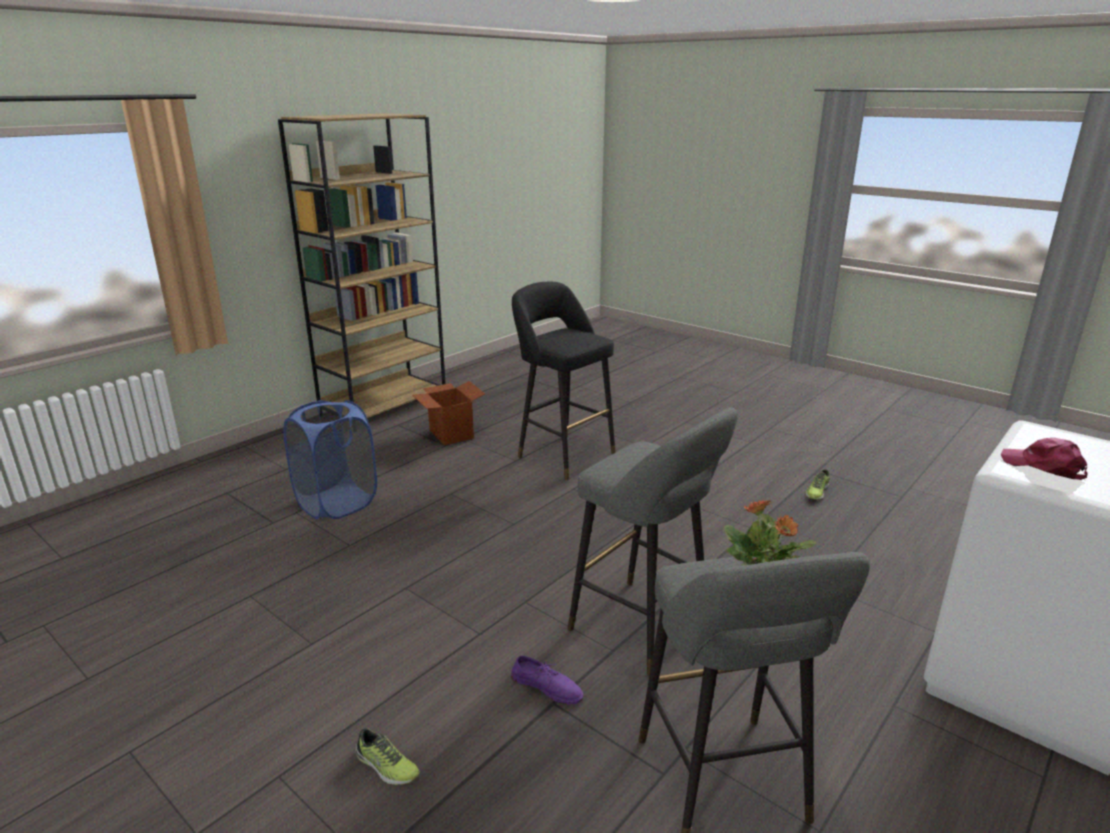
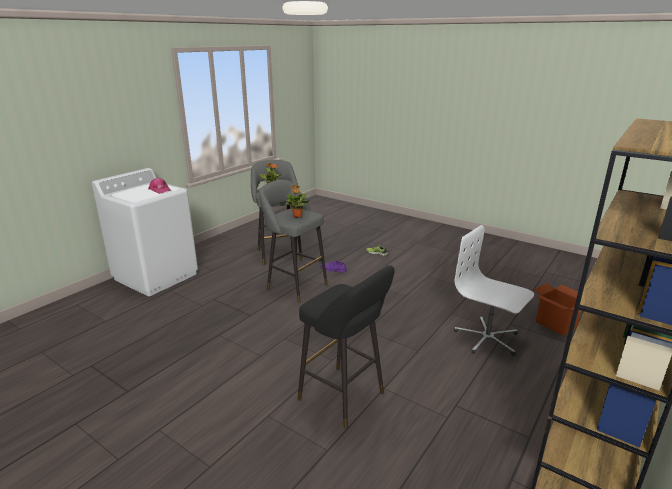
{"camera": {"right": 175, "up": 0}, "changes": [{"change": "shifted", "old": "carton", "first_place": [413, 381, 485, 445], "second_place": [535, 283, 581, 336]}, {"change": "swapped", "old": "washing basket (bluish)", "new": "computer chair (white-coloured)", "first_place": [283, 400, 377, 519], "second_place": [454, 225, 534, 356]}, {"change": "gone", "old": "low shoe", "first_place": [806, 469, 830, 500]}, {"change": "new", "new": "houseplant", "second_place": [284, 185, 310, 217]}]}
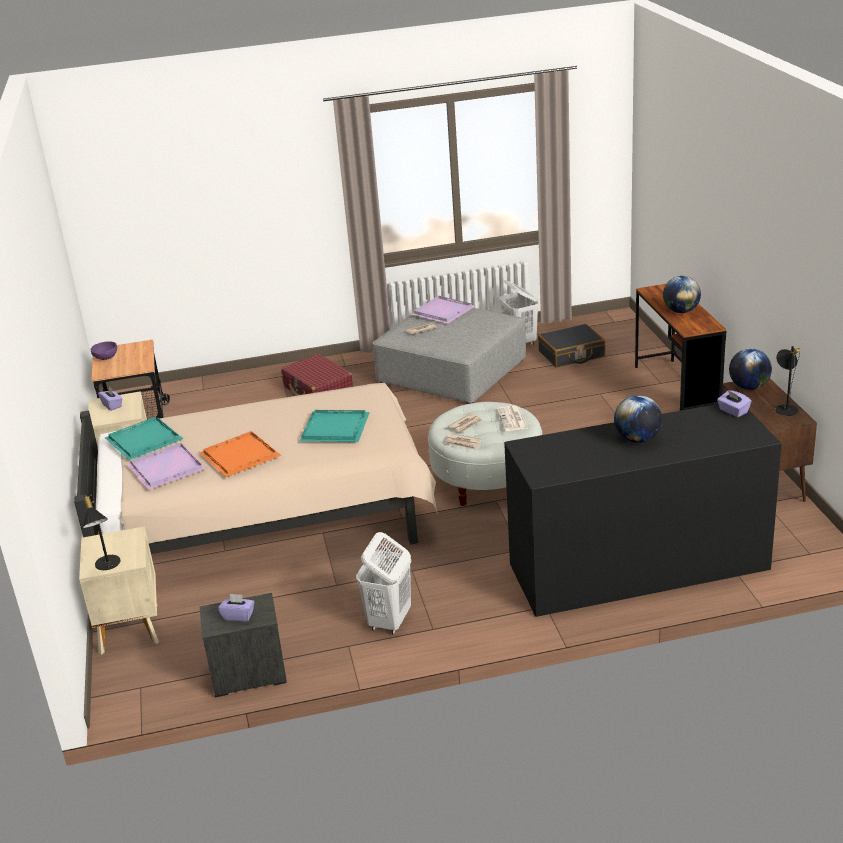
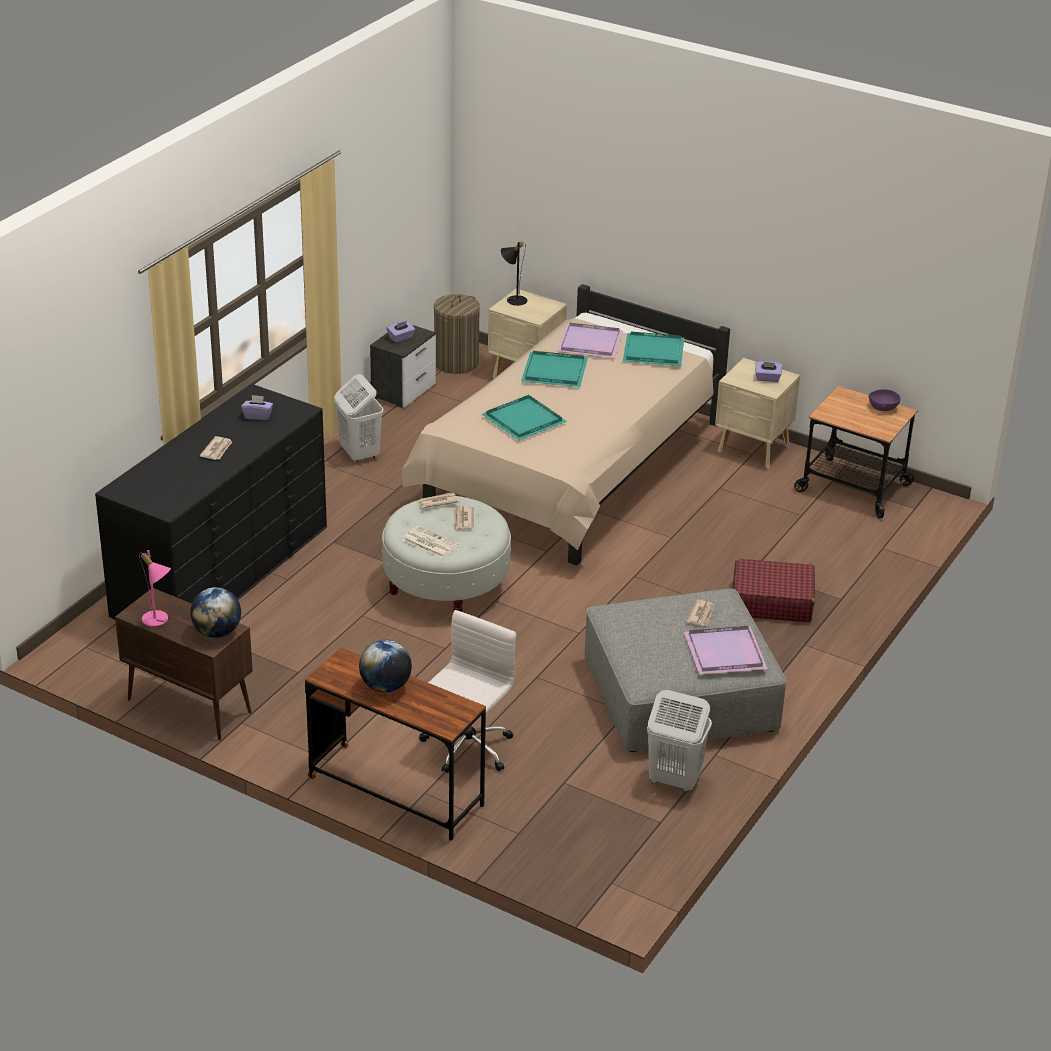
{"camera": {"right": 130, "up": 5}, "changes": [{"change": "gone", "old": "suitcase (blackish)", "first_place": [538, 324, 605, 367]}, {"change": "repainted", "old": "table lamp (blackish)", "new": "table lamp (pinkish)", "first_place": [775, 346, 800, 416], "second_place": [139, 550, 171, 627]}, {"change": "shifted", "old": "box of tissues (purple)", "first_place": [717, 390, 751, 417], "second_place": [241, 395, 273, 420]}, {"change": "swapped", "old": "desk globe", "new": "printed paper", "first_place": [614, 395, 662, 443], "second_place": [200, 436, 232, 460]}, {"change": "repainted", "old": "serving tray (orange)", "new": "serving tray (turquoise-coloured)", "first_place": [199, 431, 282, 477], "second_place": [521, 351, 588, 387]}, {"change": "new", "new": "washing basket", "second_place": [434, 294, 480, 374]}, {"change": "new", "new": "computer chair (white-coloured)", "second_place": [419, 610, 516, 773]}]}
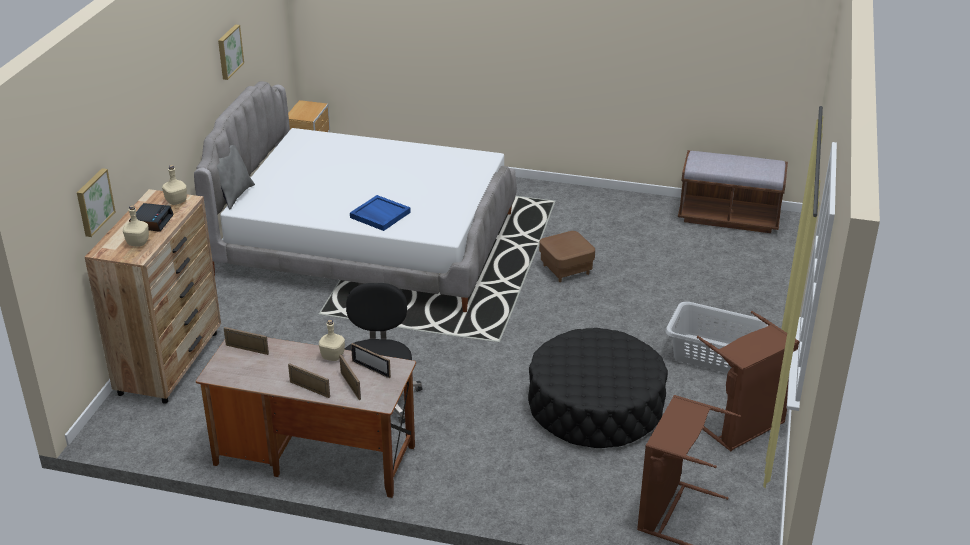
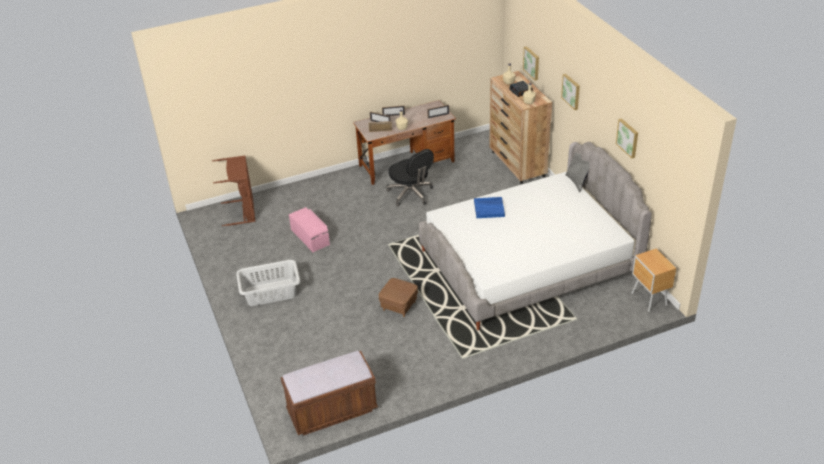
{"camera": {"right": 145, "up": 5}, "changes": [{"change": "gone", "old": "washing basket (brownish)", "first_place": [697, 311, 800, 451]}, {"change": "swapped", "old": "pouffe (blackish)", "new": "storage box (pinkish)", "first_place": [528, 328, 668, 448], "second_place": [289, 207, 330, 252]}, {"change": "new", "new": "wall art", "second_place": [561, 74, 580, 110]}]}
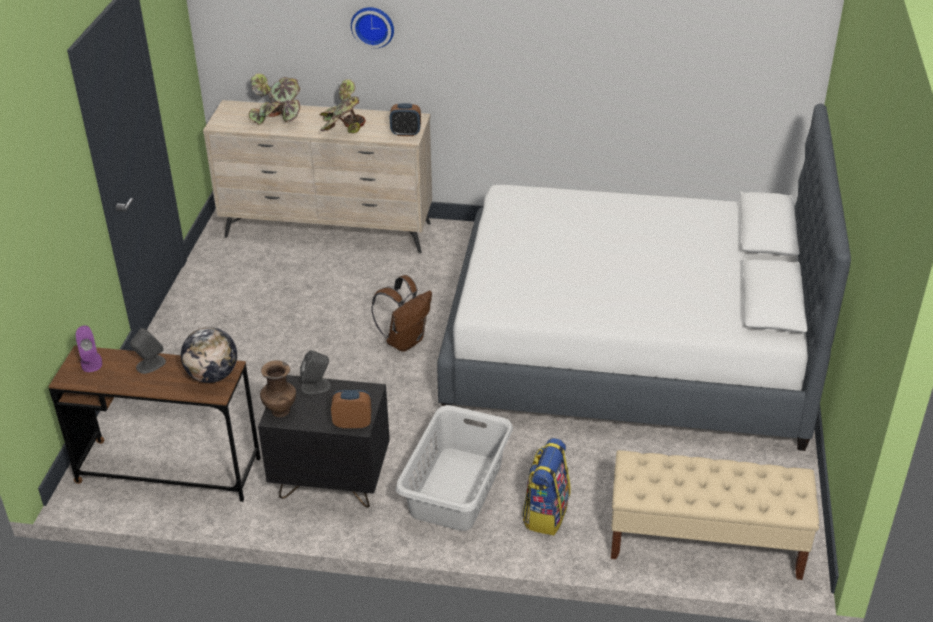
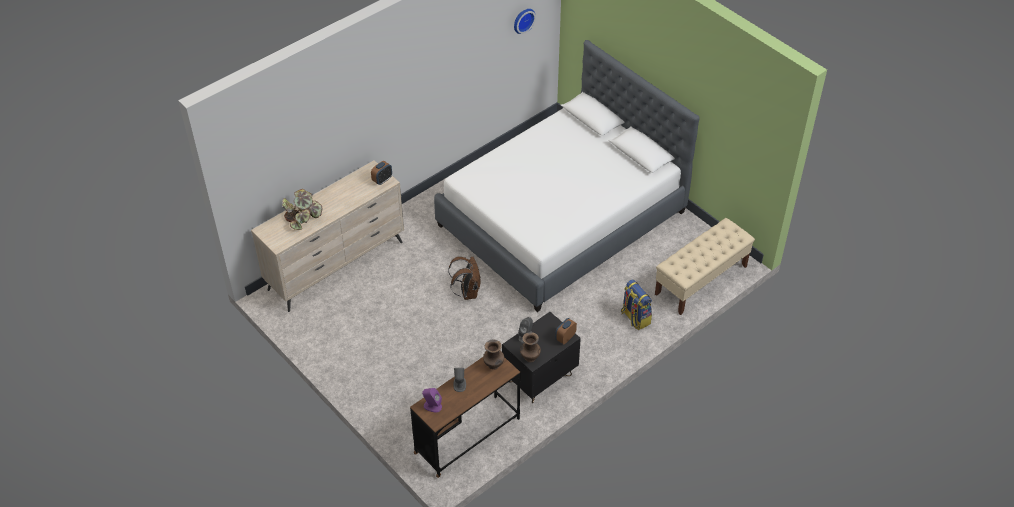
{"camera": {"right": -50, "up": 10}, "changes": [{"change": "shifted", "old": "hanging clock", "first_place": [351, 7, 394, 48], "second_place": [514, 9, 536, 34]}, {"change": "gone", "old": "houseplant", "first_place": [320, 79, 366, 133]}, {"change": "swapped", "old": "desk globe", "new": "flower vase (brownish)", "first_place": [181, 327, 237, 383], "second_place": [483, 339, 504, 370]}, {"change": "gone", "old": "washing basket (gray)", "first_place": [396, 405, 513, 531]}]}
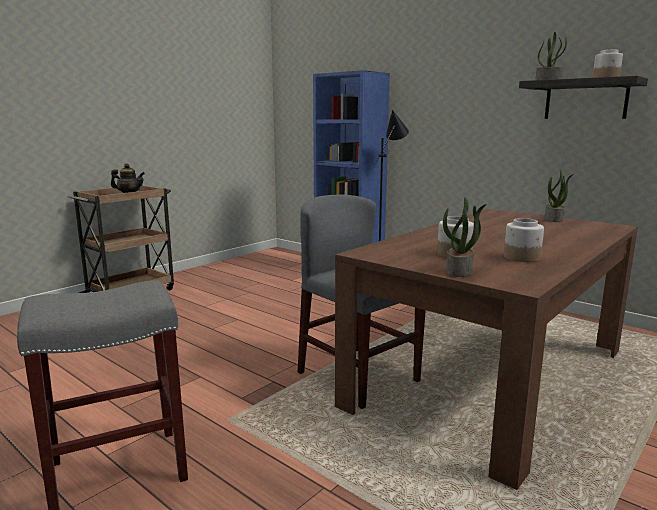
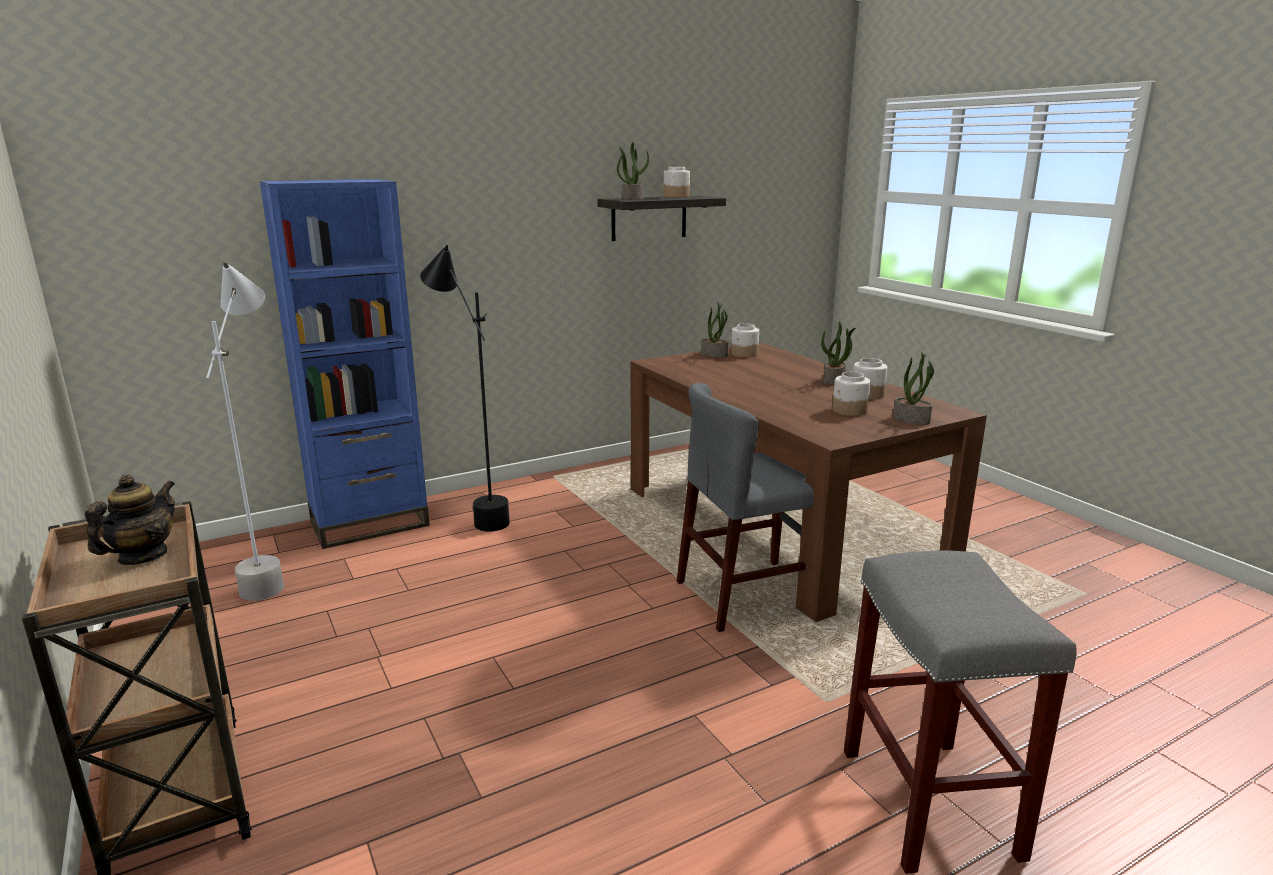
{"camera": {"right": -70, "up": 5}, "changes": [{"change": "new", "new": "standard lamp (gray)", "second_place": [206, 261, 284, 601]}, {"change": "new", "new": "houseplant", "second_place": [821, 322, 856, 384]}, {"change": "new", "new": "preserve jar", "second_place": [731, 323, 759, 357]}]}
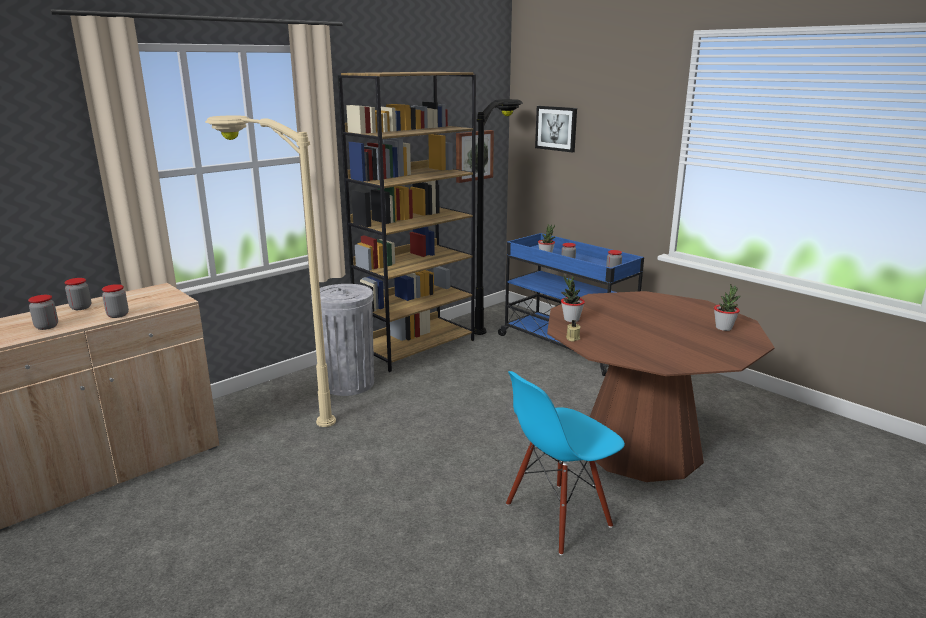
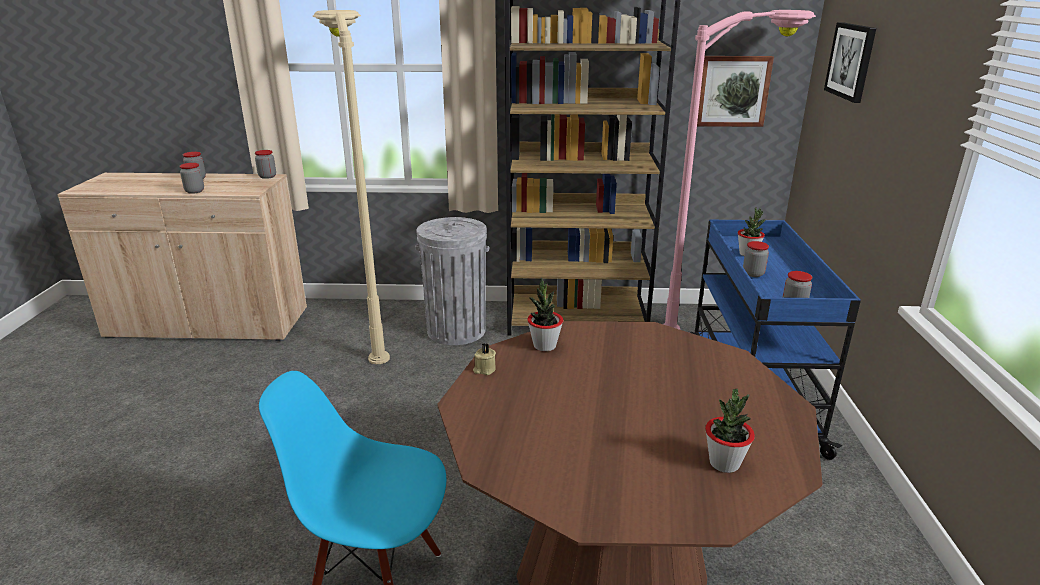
{"camera": {"right": 45, "up": 5}, "changes": [{"change": "repainted", "old": "standard lamp (blackish)", "new": "standard lamp (pinkish)", "first_place": [474, 99, 523, 335], "second_place": [663, 10, 816, 330]}, {"change": "shifted", "old": "preserve jar", "first_place": [28, 295, 58, 330], "second_place": [255, 150, 276, 179]}]}
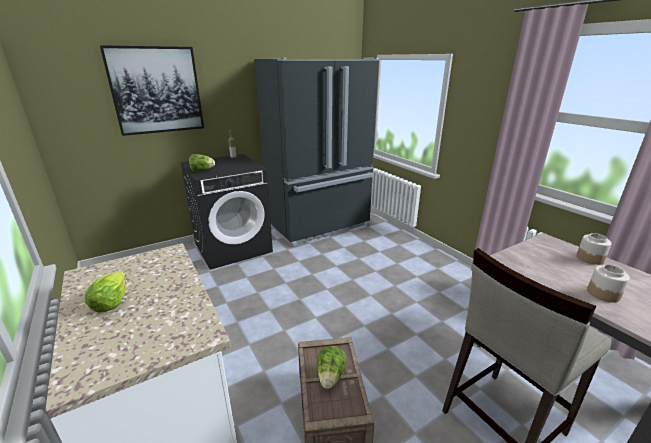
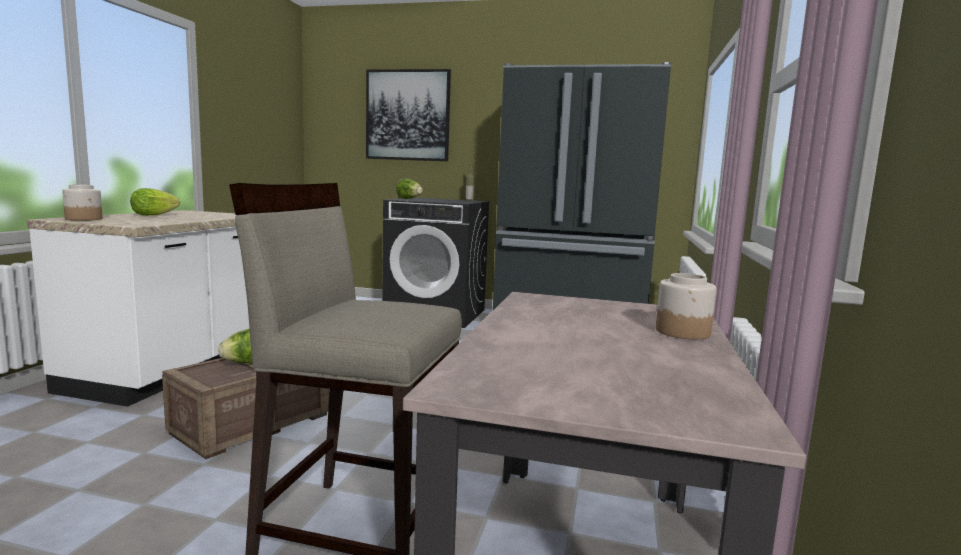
{"camera": {"right": 45, "up": -15}, "changes": [{"change": "shifted", "old": "preserve jar", "first_place": [587, 265, 630, 302], "second_place": [62, 184, 103, 220]}]}
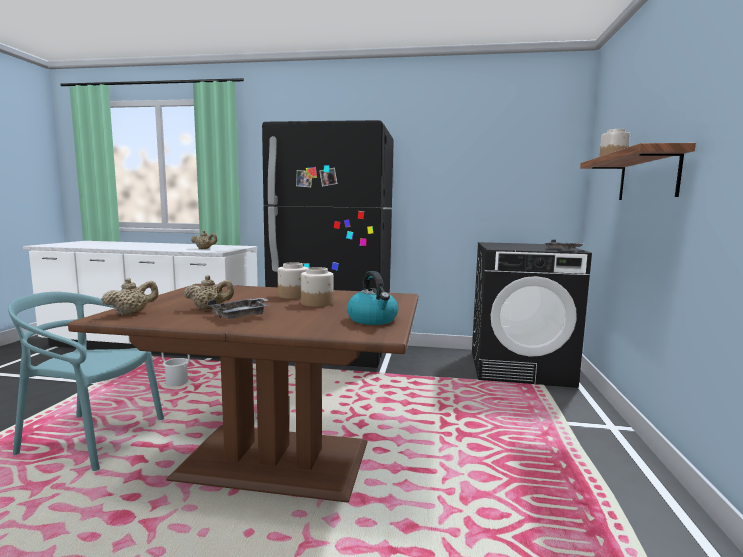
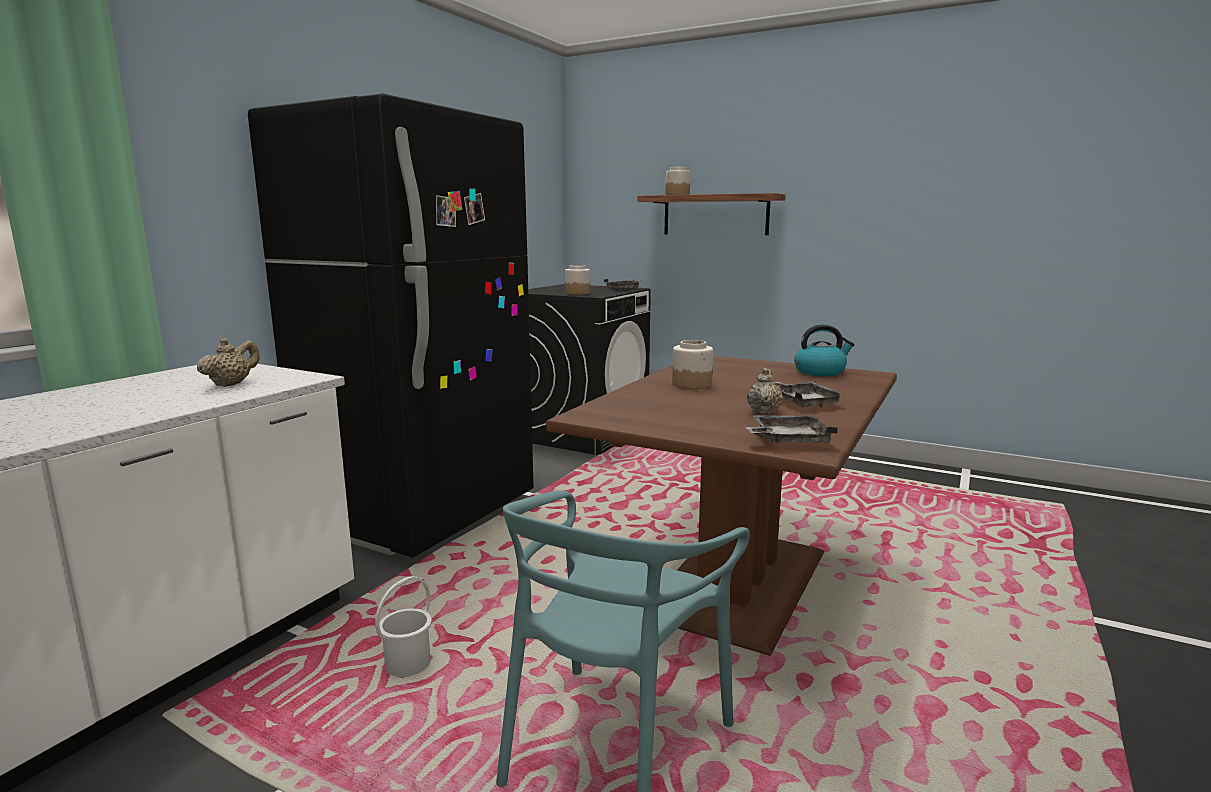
{"camera": {"right": -70, "up": 5}, "changes": [{"change": "shifted", "old": "preserve jar", "first_place": [301, 267, 334, 307], "second_place": [565, 265, 590, 295]}, {"change": "swapped", "old": "pot for tea (beige-coloured)", "new": "serving tray (gray)", "first_place": [101, 278, 158, 315], "second_place": [745, 415, 838, 443]}]}
